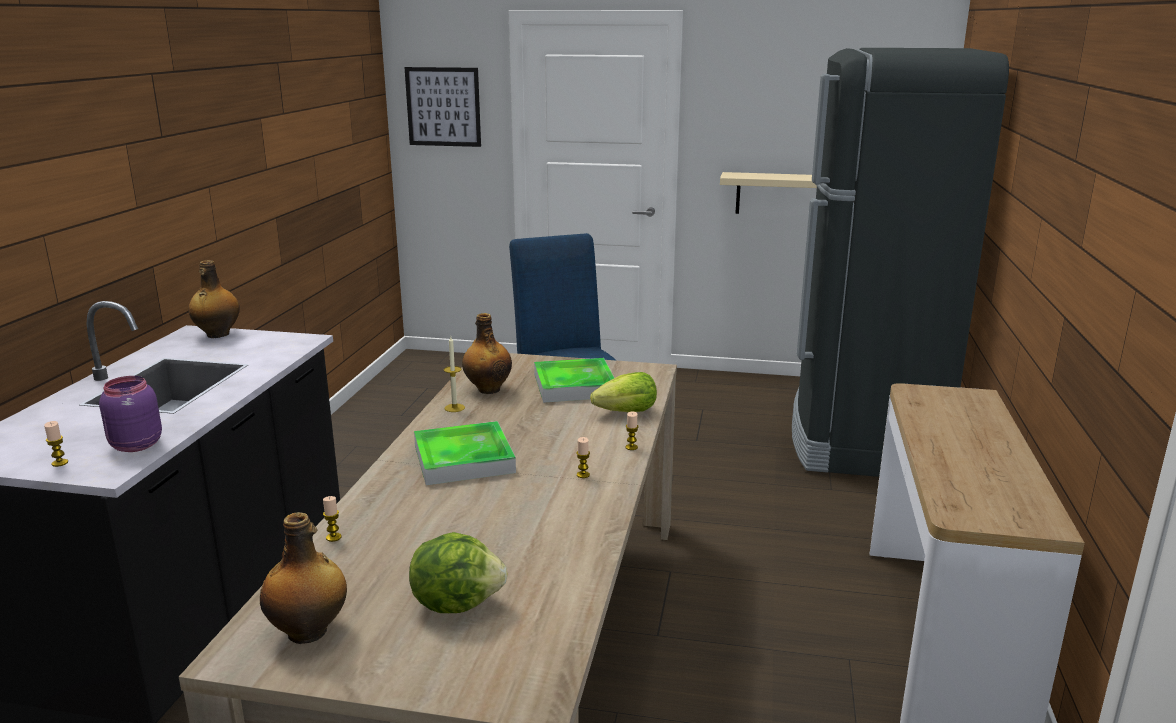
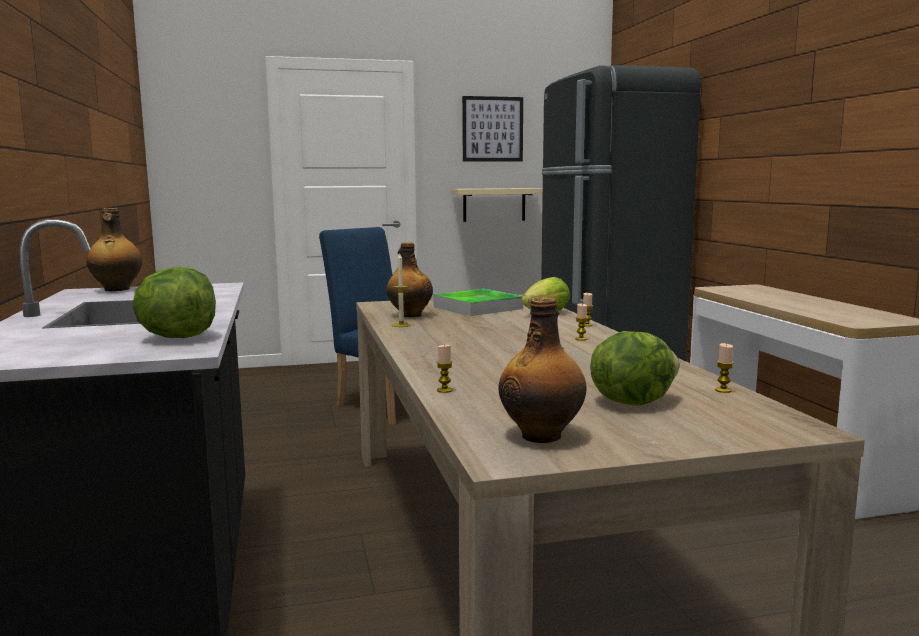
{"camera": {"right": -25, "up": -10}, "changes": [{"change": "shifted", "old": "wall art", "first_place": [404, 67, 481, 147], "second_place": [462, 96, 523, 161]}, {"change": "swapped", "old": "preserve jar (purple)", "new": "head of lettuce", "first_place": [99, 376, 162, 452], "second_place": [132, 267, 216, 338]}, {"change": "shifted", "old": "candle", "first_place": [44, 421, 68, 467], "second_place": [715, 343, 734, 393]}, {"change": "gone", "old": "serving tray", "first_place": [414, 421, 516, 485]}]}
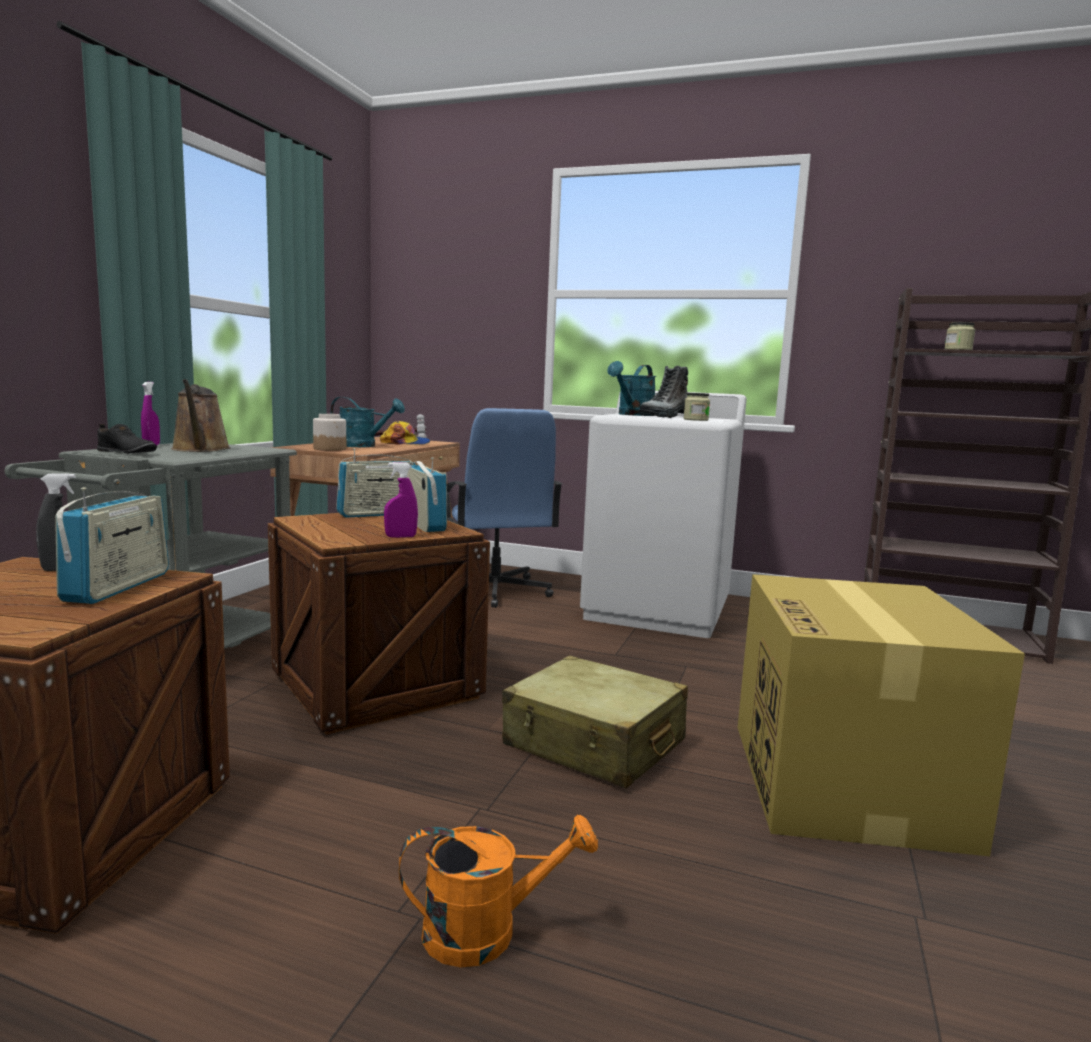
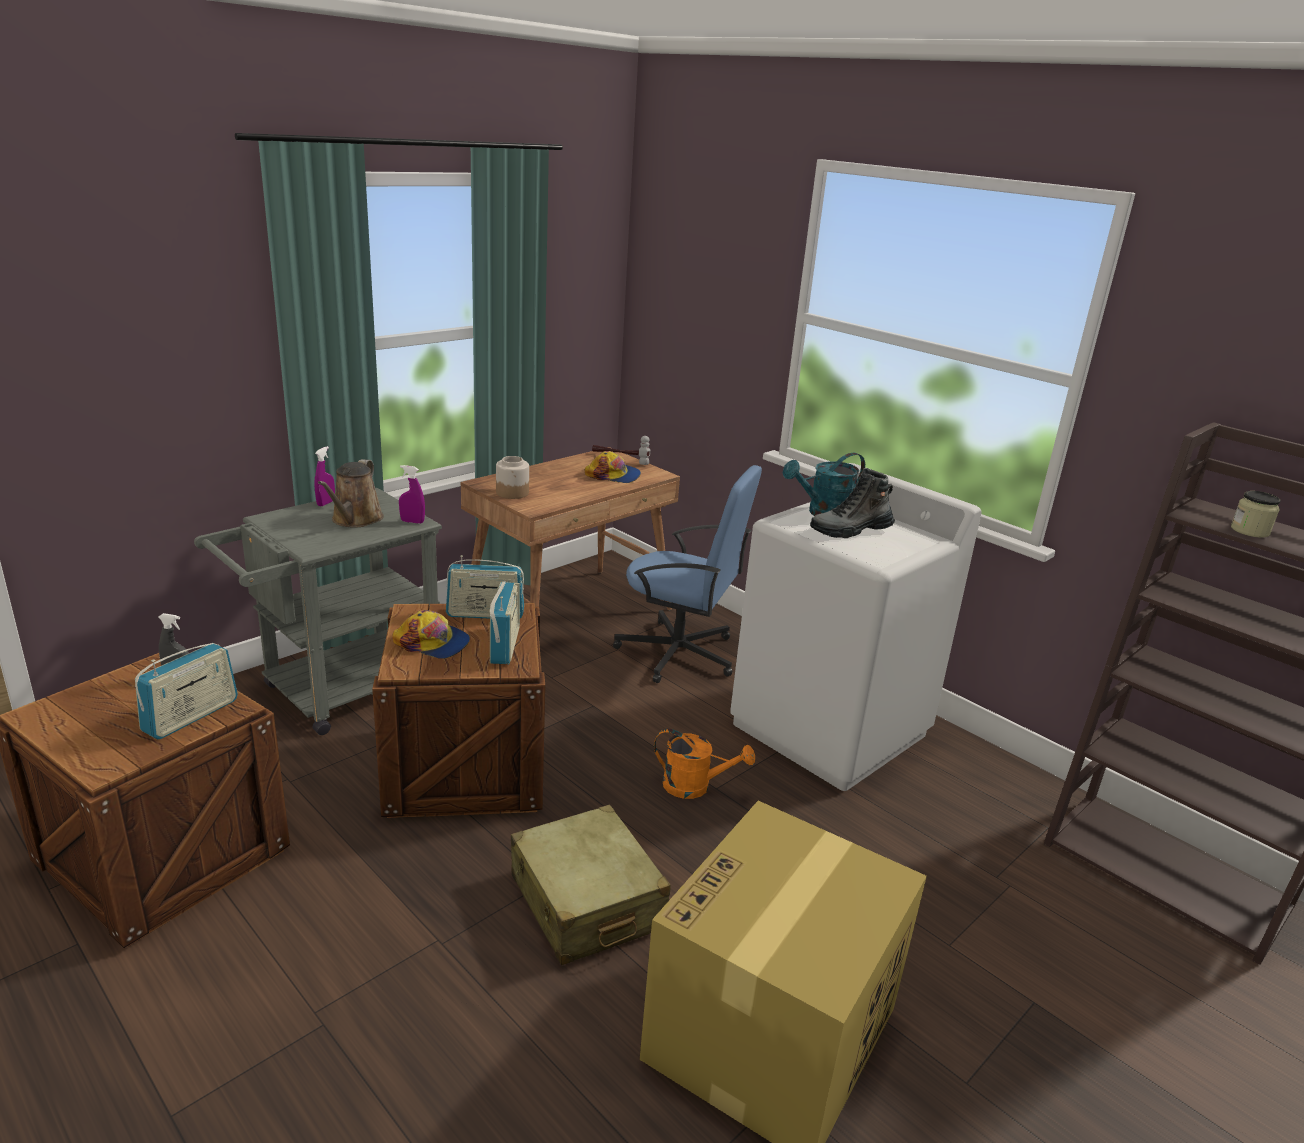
{"camera": {"right": 25, "up": 15}, "changes": [{"change": "gone", "old": "preserve jar", "first_place": [684, 393, 710, 421]}, {"change": "gone", "old": "watering pot (turquoise-coloured)", "first_place": [330, 397, 405, 447]}, {"change": "rotated", "old": "computer chair (bluish)", "first_place": [447, 408, 563, 608], "second_place": [613, 465, 762, 683], "degrees": -75}, {"change": "gone", "old": "low shoe (blackish)", "first_place": [97, 424, 157, 454]}, {"change": "shifted", "old": "sprayer (purple)", "first_place": [384, 462, 418, 538], "second_place": [399, 465, 425, 524]}, {"change": "shifted", "old": "watering pot (orange)", "first_place": [399, 814, 598, 967], "second_place": [654, 729, 755, 799]}, {"change": "new", "new": "cap", "second_place": [392, 610, 470, 659]}]}
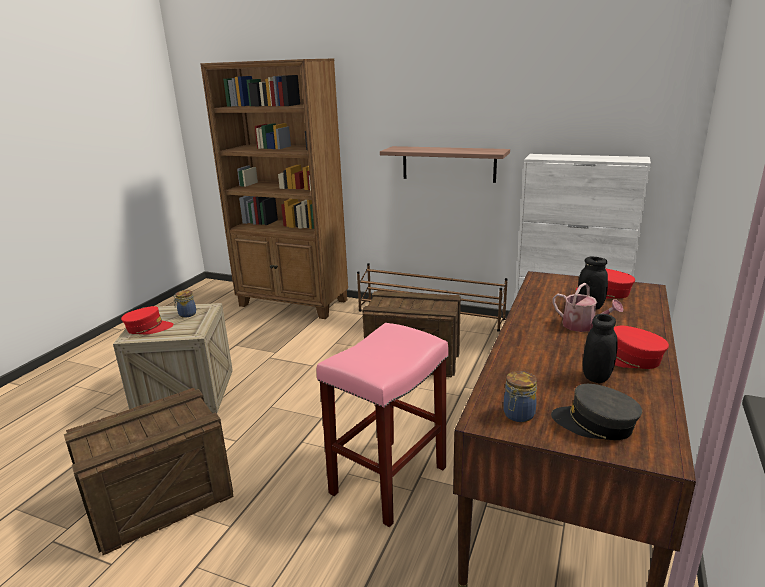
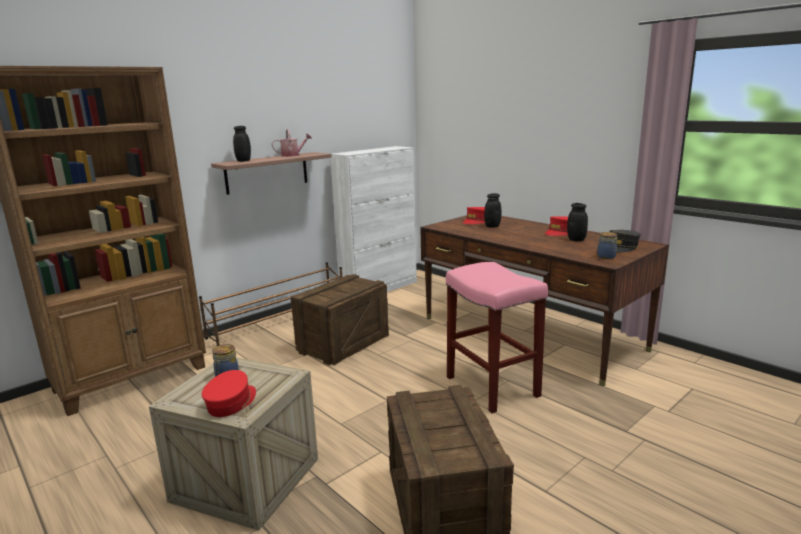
{"camera": {"right": -65, "up": -5}, "changes": [{"change": "shifted", "old": "watering pot", "first_place": [553, 283, 623, 332], "second_place": [271, 129, 312, 157]}, {"change": "new", "new": "preserve jar (blackish)", "second_place": [233, 126, 251, 162]}]}
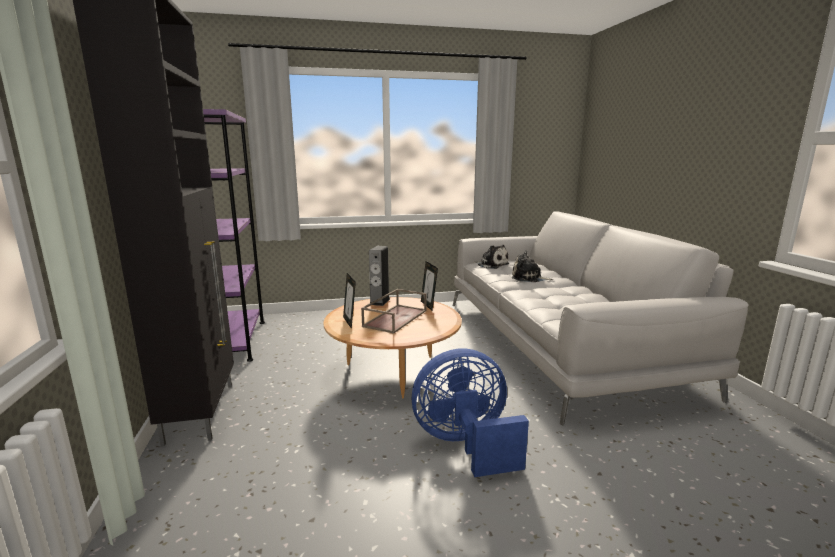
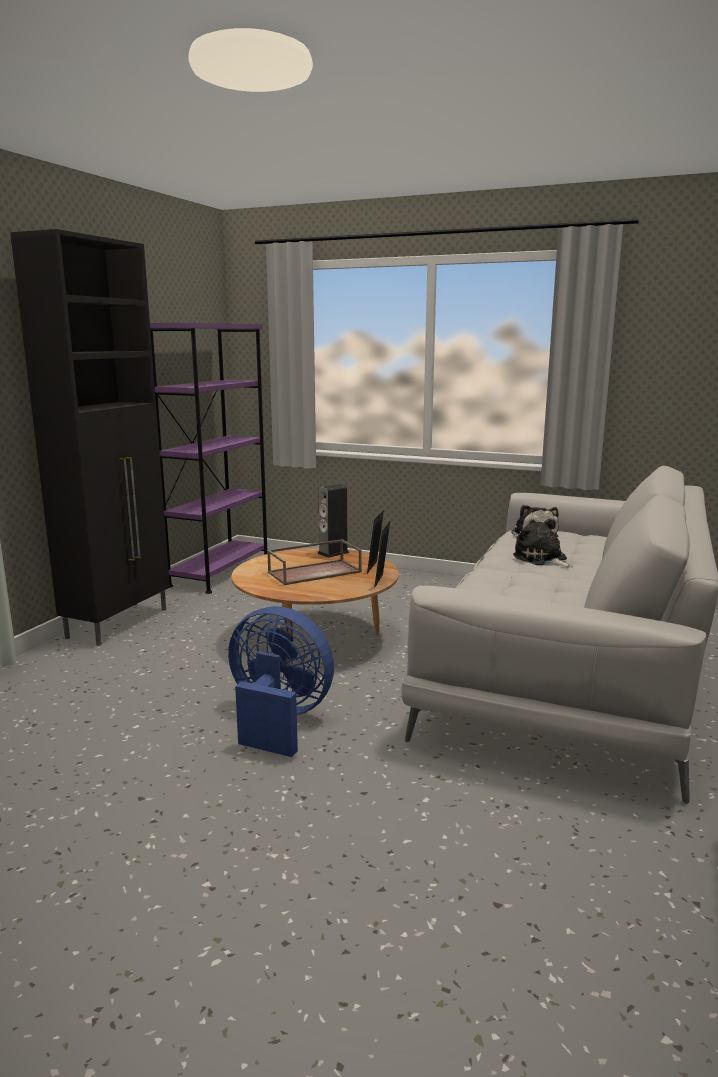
{"camera": {"right": 35, "up": 0}, "changes": [{"change": "shifted", "old": "picture frame", "first_place": [343, 273, 356, 329], "second_place": [374, 522, 390, 588]}]}
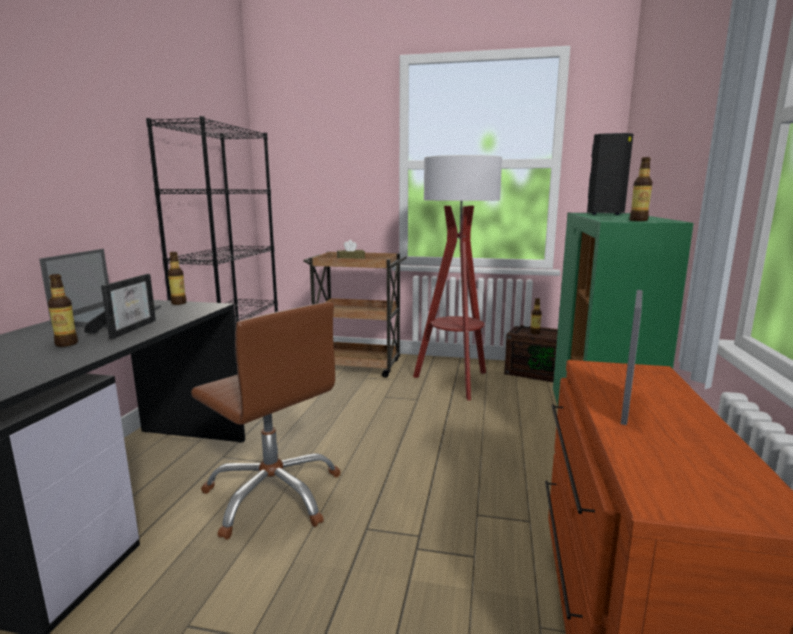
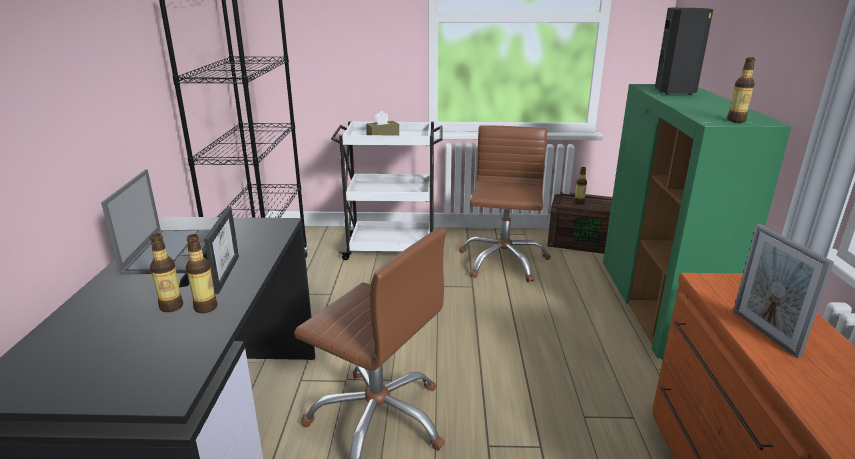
{"camera": {"right": -10, "up": 10}, "changes": [{"change": "swapped", "old": "standard lamp", "new": "computer chair (brownish)", "first_place": [413, 155, 502, 401], "second_place": [459, 125, 551, 282]}, {"change": "shifted", "old": "bottle", "first_place": [168, 252, 187, 305], "second_place": [186, 234, 218, 313]}, {"change": "repainted", "old": "cart (brownish)", "new": "cart (white-coloured)", "first_place": [304, 252, 407, 378], "second_place": [331, 121, 443, 260]}, {"change": "rotated", "old": "picture frame", "first_place": [620, 290, 642, 425], "second_place": [733, 224, 834, 359], "degrees": 150}]}
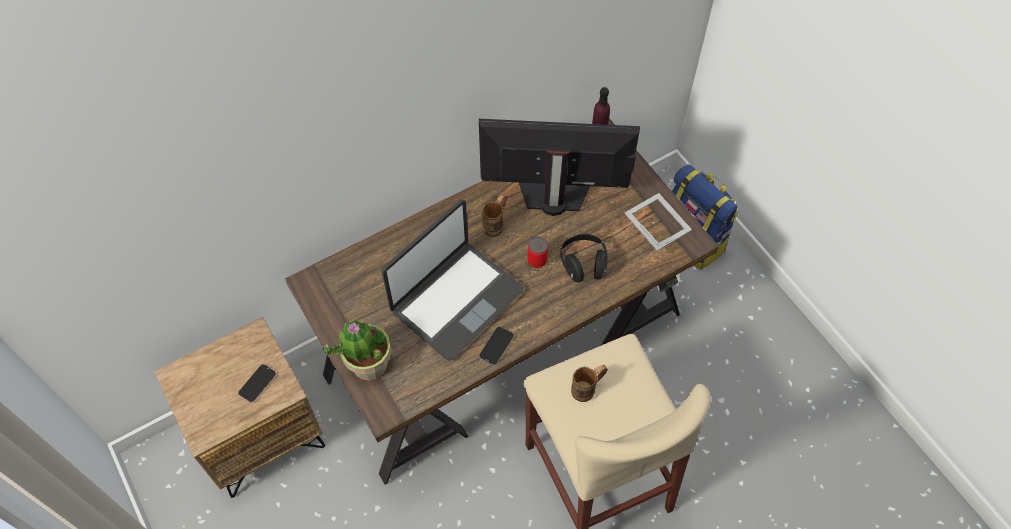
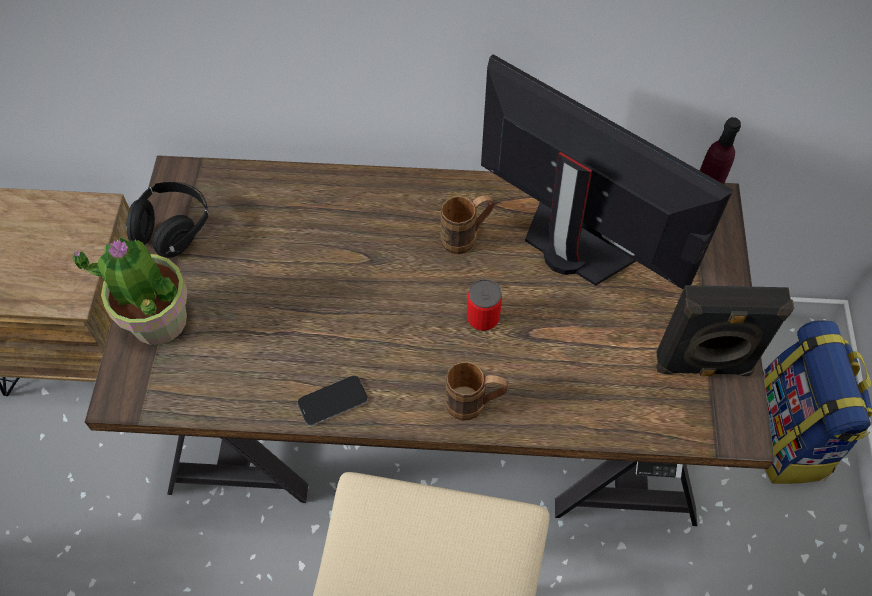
{"camera": {"right": 35, "up": 0}, "changes": [{"change": "swapped", "old": "picture frame", "new": "loudspeaker (blackish)", "first_place": [624, 193, 692, 251], "second_place": [656, 285, 794, 376]}, {"change": "gone", "old": "portable computer", "first_place": [382, 200, 524, 361]}, {"change": "shifted", "old": "pair of headphones (blackish)", "first_place": [560, 234, 607, 283], "second_place": [126, 182, 209, 258]}, {"change": "gone", "old": "telephone", "first_place": [238, 364, 276, 402]}, {"change": "shifted", "old": "coffee mug (brownish)", "first_place": [571, 365, 608, 402], "second_place": [445, 361, 508, 420]}]}
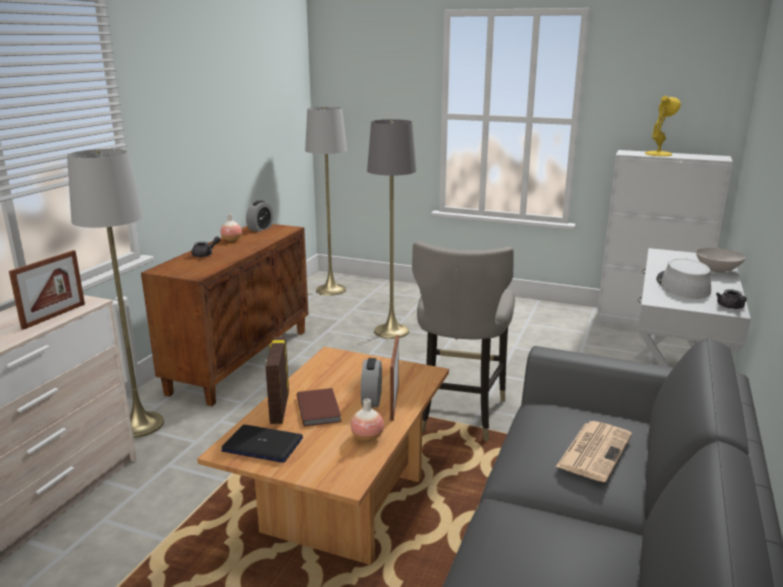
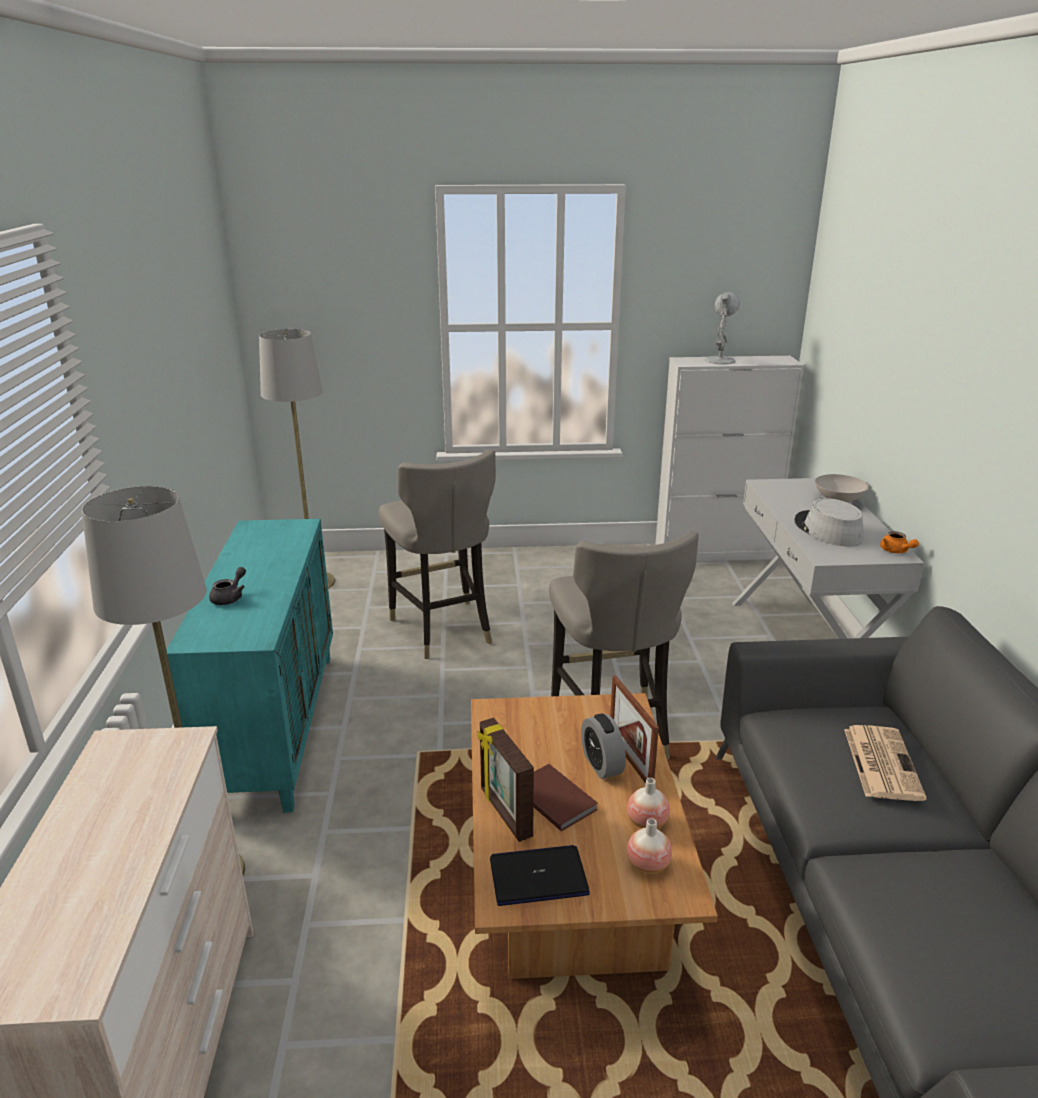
{"camera": {"right": -25, "up": 5}, "changes": [{"change": "repainted", "old": "table lamp (yellow)", "new": "table lamp (white-coloured)", "first_place": [645, 96, 681, 156], "second_place": [705, 292, 740, 365]}, {"change": "swapped", "old": "standard lamp (gray)", "new": "stool seat (gray)", "first_place": [367, 119, 416, 339], "second_place": [378, 449, 496, 659]}, {"change": "gone", "old": "bedside clock", "first_place": [246, 200, 273, 232]}, {"change": "shifted", "old": "flower vase", "first_place": [220, 214, 242, 242], "second_place": [627, 818, 672, 874]}, {"change": "repainted", "old": "cupboard (brownish)", "new": "cupboard (turquoise-coloured)", "first_place": [141, 224, 309, 406], "second_place": [166, 519, 333, 813]}, {"change": "gone", "old": "picture frame", "first_place": [9, 250, 85, 330]}, {"change": "repainted", "old": "pot for tea (gray)", "new": "pot for tea (orange)", "first_place": [716, 289, 747, 309], "second_place": [880, 531, 919, 553]}]}
